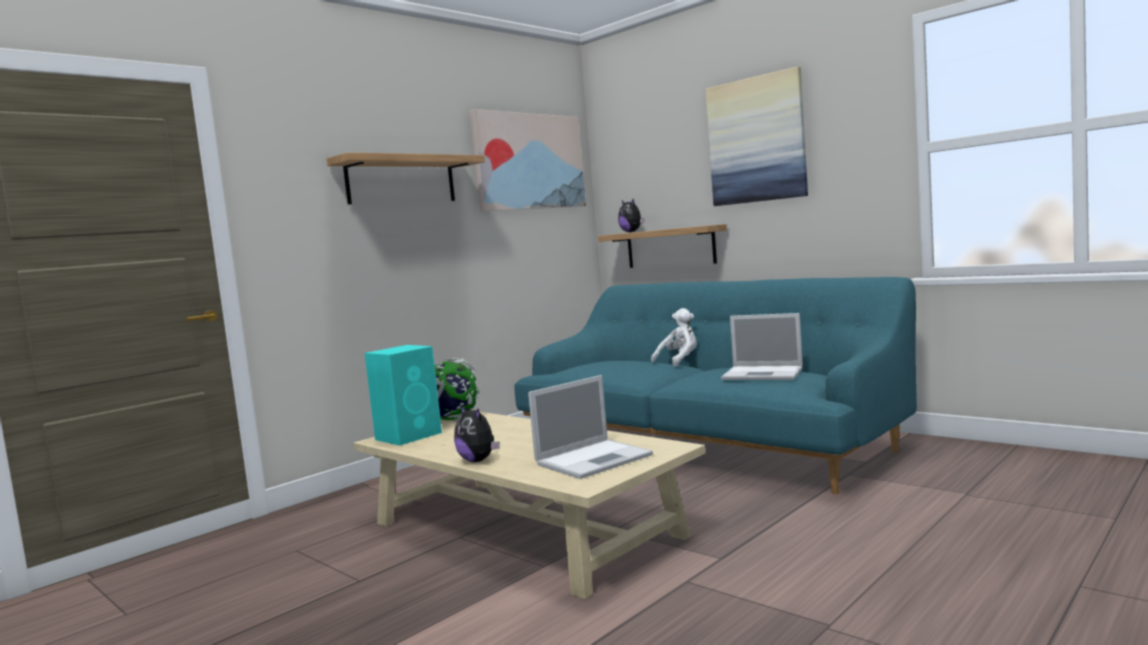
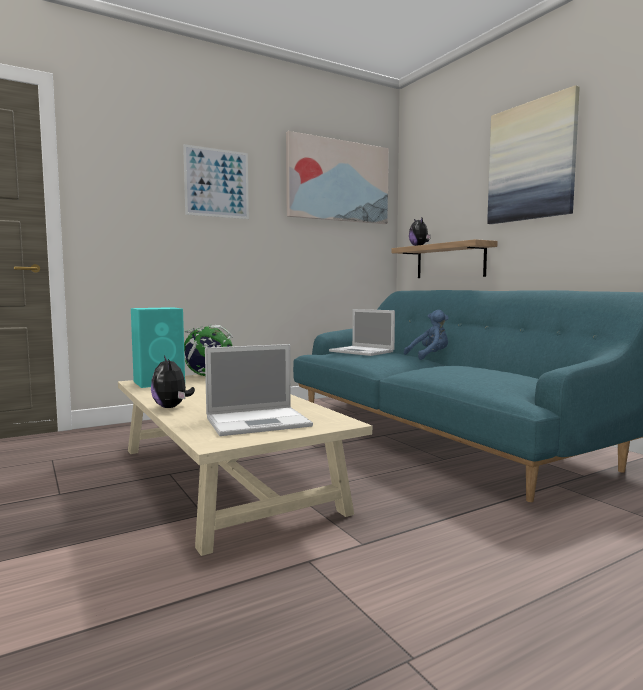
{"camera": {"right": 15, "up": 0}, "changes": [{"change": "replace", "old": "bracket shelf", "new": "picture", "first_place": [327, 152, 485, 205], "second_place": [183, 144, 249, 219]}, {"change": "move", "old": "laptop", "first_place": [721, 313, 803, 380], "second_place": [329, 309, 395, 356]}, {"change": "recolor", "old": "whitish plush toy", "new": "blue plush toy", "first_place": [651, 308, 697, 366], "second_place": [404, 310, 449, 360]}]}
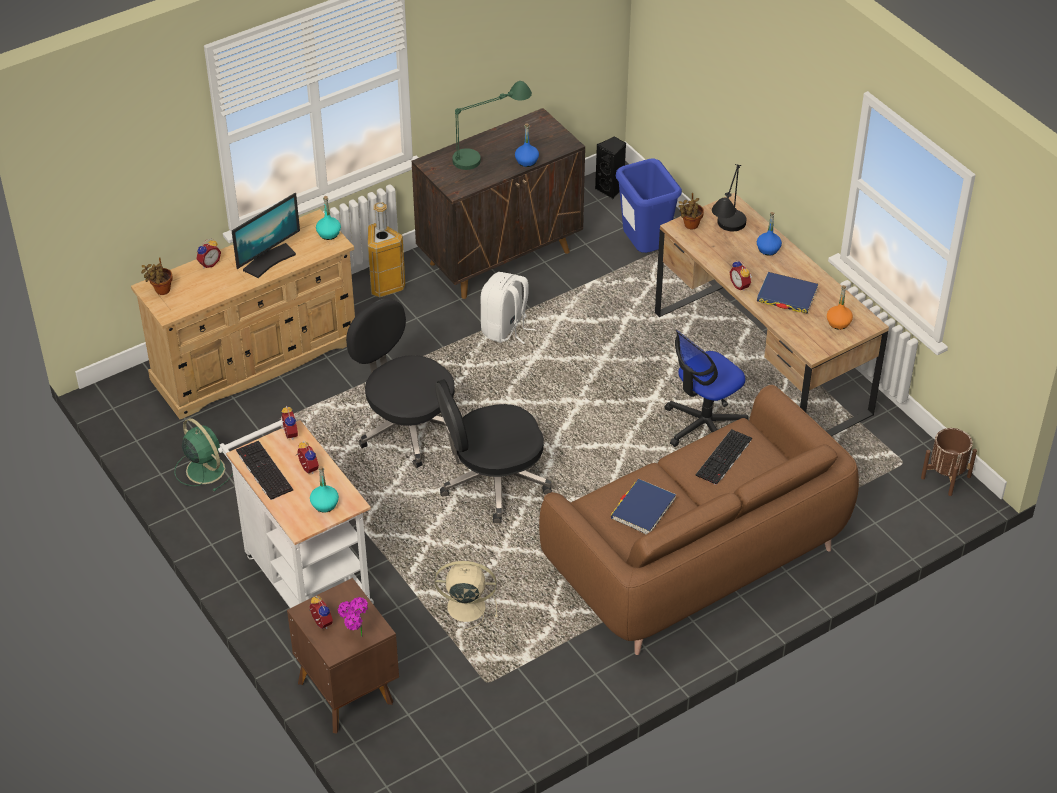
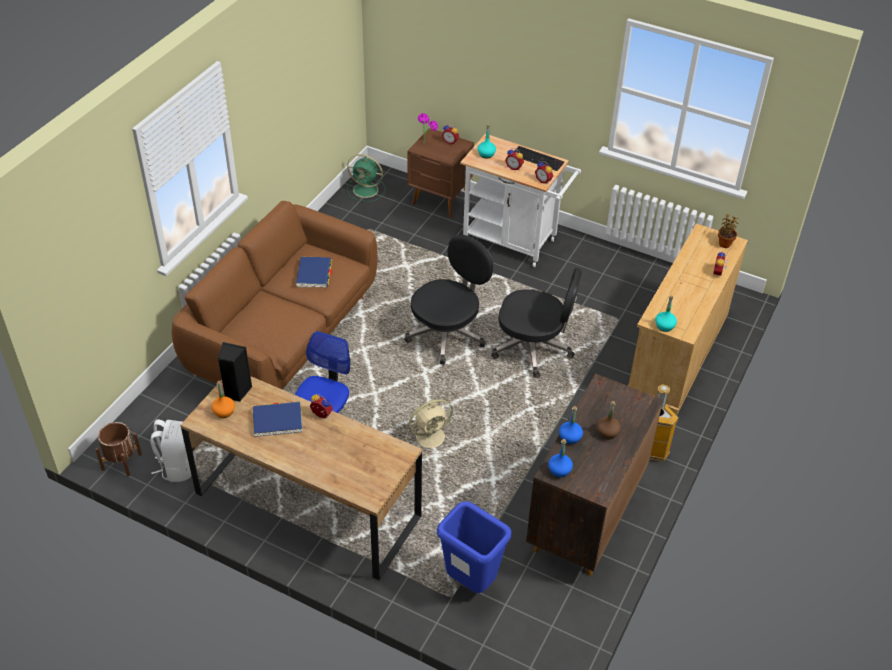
{"camera": {"right": 150, "up": 0}, "changes": [{"change": "move", "old": "whitish backpack", "first_place": [481, 272, 535, 344], "second_place": [150, 419, 196, 482]}, {"change": "move", "old": "blackish speaker", "first_place": [595, 136, 626, 199], "second_place": [218, 342, 252, 402]}, {"change": "move", "old": "green-coloured electric fan", "first_place": [175, 418, 233, 491], "second_place": [347, 154, 385, 202]}, {"change": "move", "old": "sand-coloured electric fan", "first_place": [435, 561, 498, 630], "second_place": [405, 399, 453, 454]}, {"change": "move", "old": "blue drink bottle", "first_place": [757, 212, 782, 255], "second_place": [548, 439, 573, 478]}, {"change": "replace", "old": "green-coloured tabletop lamp", "new": "brown-coloured drink bottle", "first_place": [452, 81, 532, 170], "second_place": [597, 401, 621, 439]}, {"change": "delete", "old": "computer display", "first_place": [232, 193, 300, 278]}, {"change": "delete", "old": "houseplant", "first_place": [678, 193, 704, 229]}, {"change": "delete", "old": "keyboard", "first_place": [695, 429, 752, 485]}, {"change": "delete", "old": "blackish tabletop lamp", "first_place": [712, 164, 746, 231]}]}
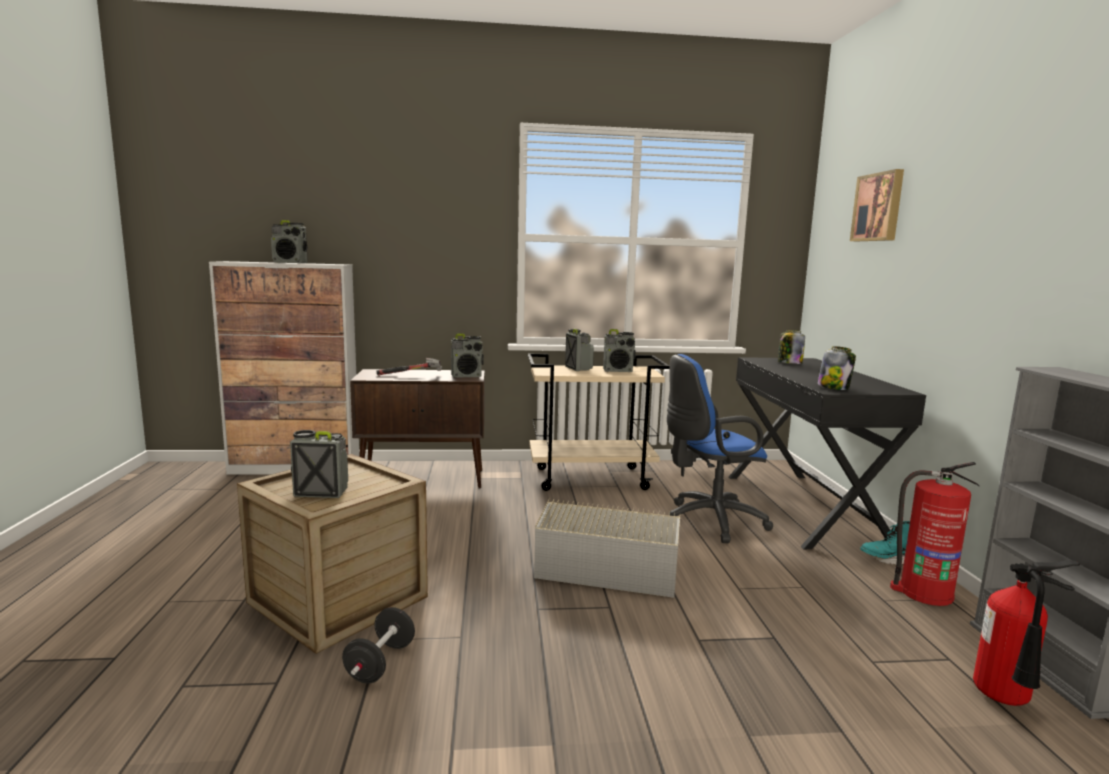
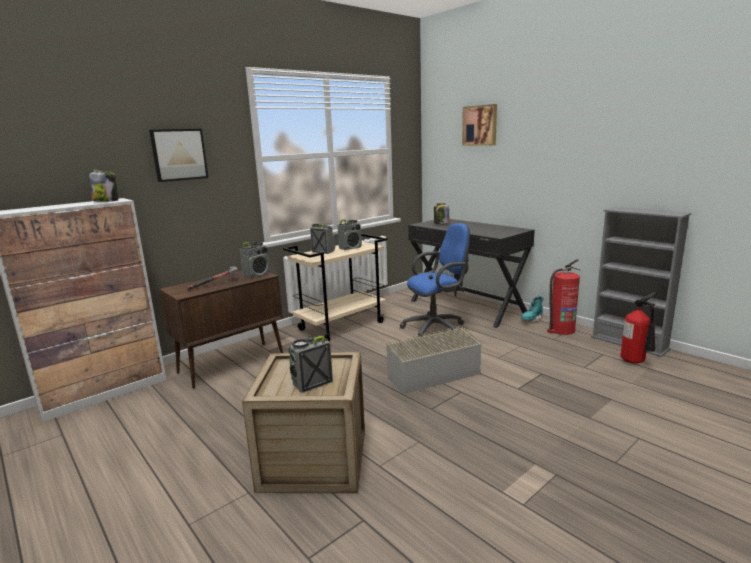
{"camera": {"right": -35, "up": 5}, "changes": [{"change": "move", "old": "storage jar", "first_place": [817, 346, 856, 390], "second_place": [89, 169, 118, 202]}, {"change": "insert", "new": "picture", "second_place": [149, 129, 208, 182]}, {"change": "rotate", "old": "blue computer chair", "first_place": [667, 354, 773, 543], "second_place": [400, 223, 470, 338], "degrees": -150}, {"change": "delete", "old": "radio receiver", "first_place": [271, 220, 308, 263]}, {"change": "delete", "old": "blackish dumbbell", "first_place": [342, 607, 415, 684]}]}
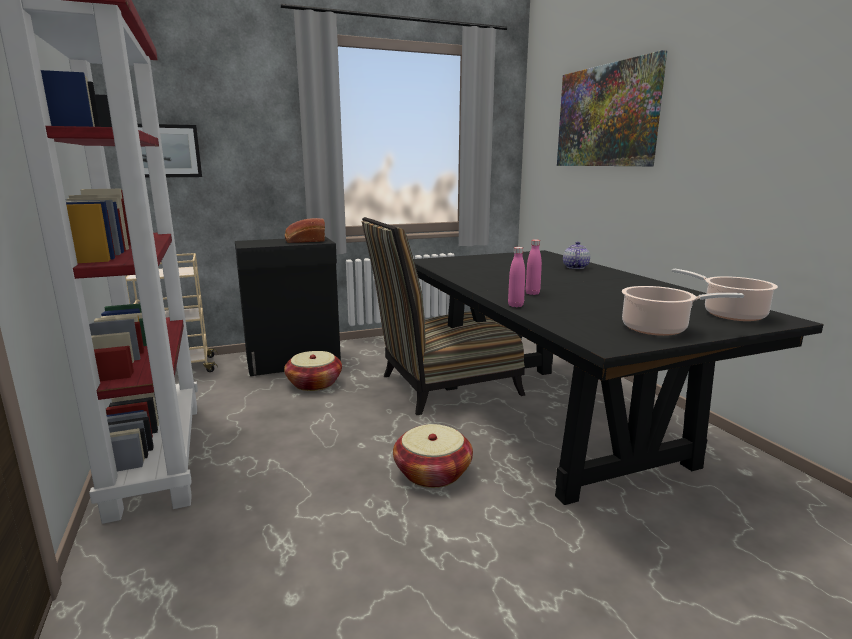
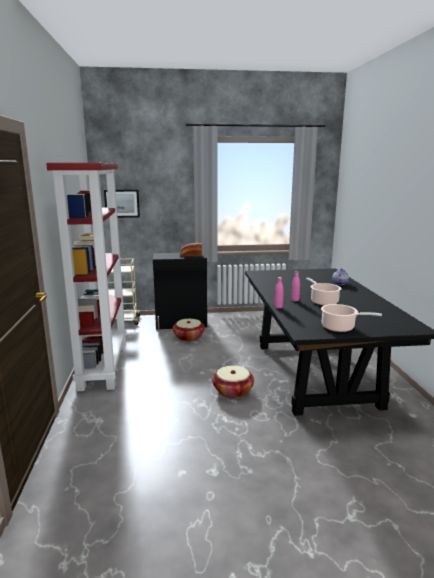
{"camera": {"right": 15, "up": 0}, "changes": [{"change": "move", "old": "cooking pot", "first_place": [672, 269, 778, 321], "second_place": [306, 278, 341, 305]}, {"change": "delete", "old": "plain chair", "first_place": [362, 217, 525, 415]}, {"change": "delete", "old": "picture", "first_place": [557, 50, 667, 166]}]}
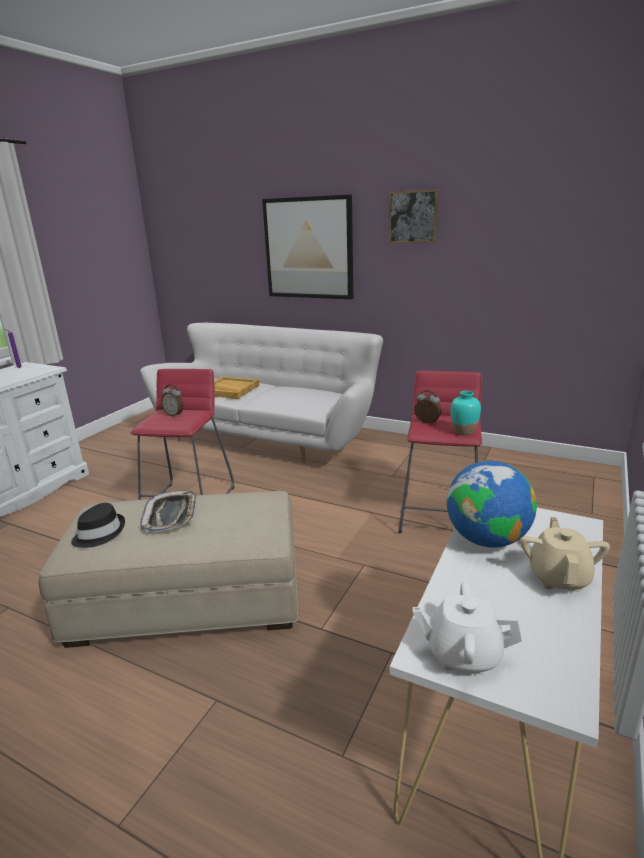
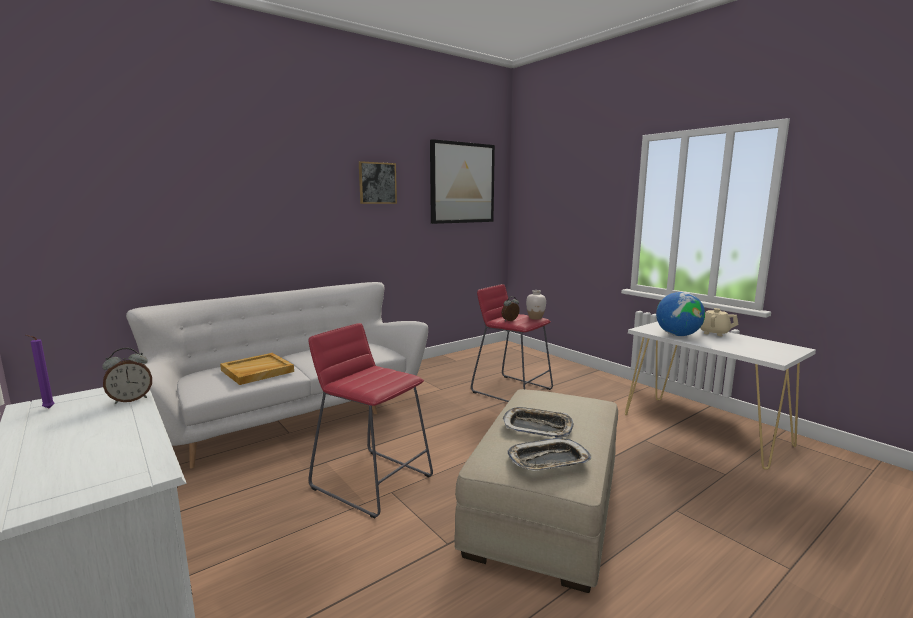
{"camera": {"right": -65, "up": -10}, "changes": [{"change": "move", "old": "bedside clock", "first_place": [161, 384, 184, 416], "second_place": [102, 348, 152, 404]}, {"change": "move", "old": "picture", "first_place": [262, 195, 353, 299], "second_place": [430, 139, 495, 224]}, {"change": "replace", "old": "blackish hat", "new": "carrying tray", "first_place": [71, 503, 125, 548], "second_place": [507, 438, 591, 471]}, {"change": "recolor", "old": "turquoise flower vase", "new": "whitish flower vase", "first_place": [450, 391, 481, 435], "second_place": [526, 290, 546, 320]}, {"change": "delete", "old": "whitish teapot", "first_place": [413, 582, 522, 675]}]}
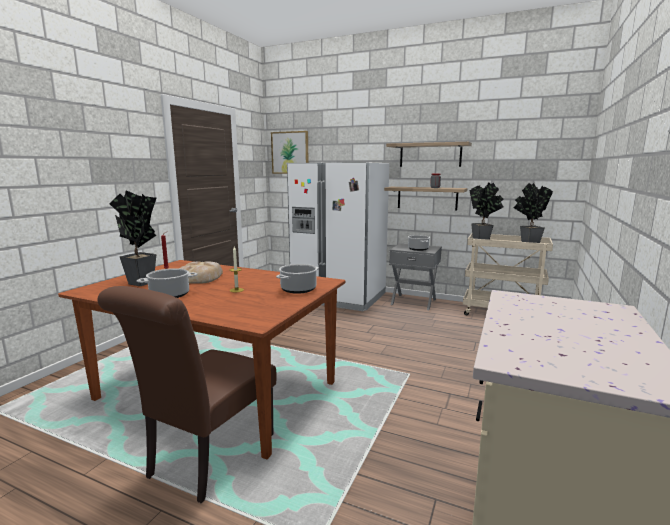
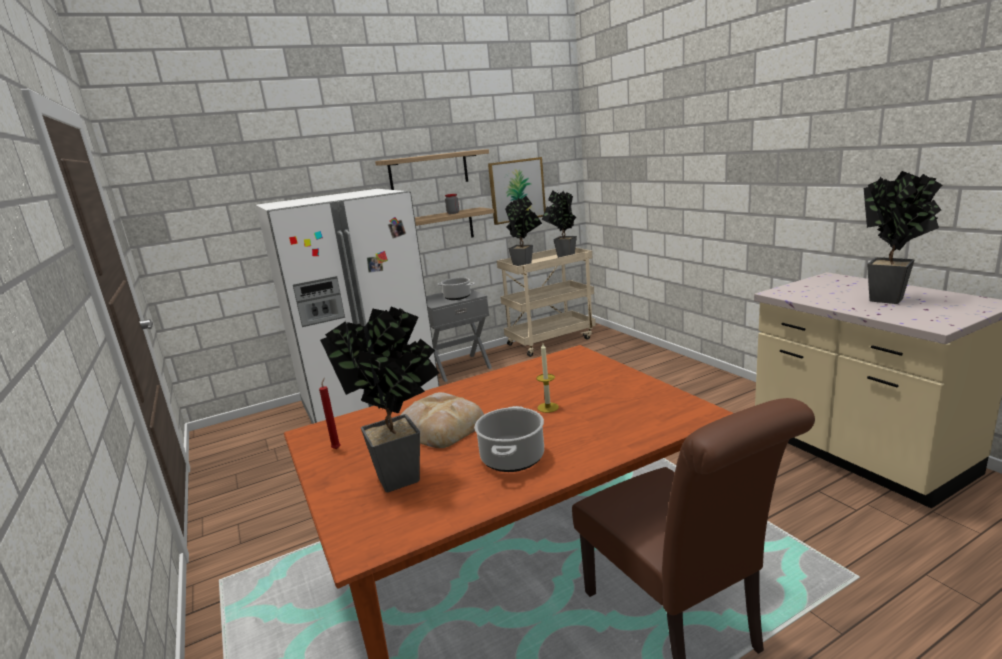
{"camera": {"right": -50, "up": 5}, "changes": [{"change": "move", "old": "picture", "first_place": [271, 131, 309, 174], "second_place": [488, 157, 546, 225]}, {"change": "insert", "new": "houseplant", "second_place": [864, 171, 942, 304]}, {"change": "delete", "old": "cooking pot", "first_place": [276, 264, 319, 294]}]}
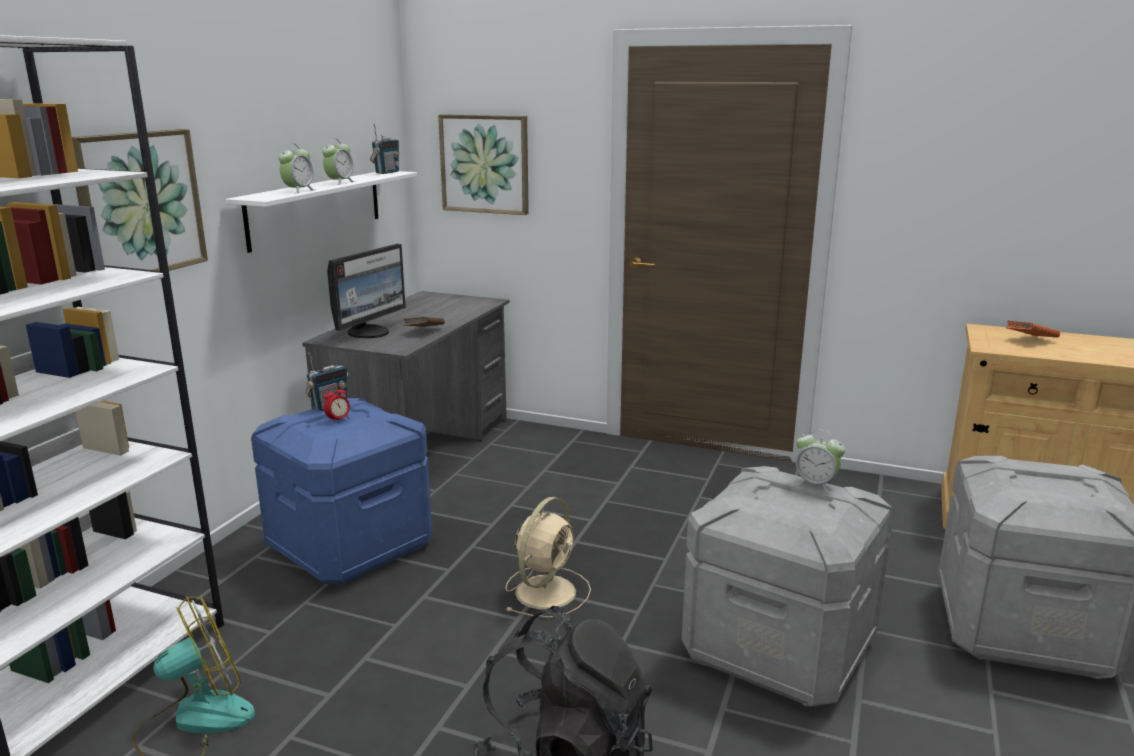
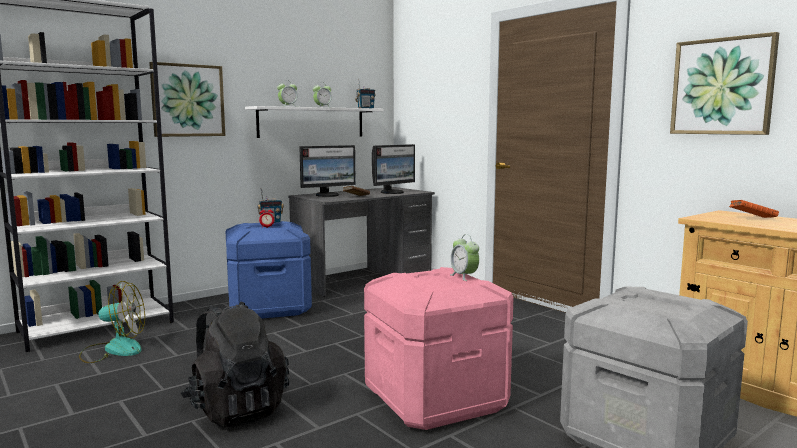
{"camera": {"right": 30, "up": -10}, "changes": [{"change": "recolor", "old": "grey storage container", "new": "pink storage container", "first_place": [682, 466, 894, 706], "second_place": [364, 267, 513, 430]}, {"change": "insert", "new": "computer display", "second_place": [372, 144, 415, 194]}, {"change": "move", "old": "picture", "first_place": [438, 114, 529, 215], "second_place": [670, 32, 779, 135]}, {"change": "delete", "old": "sand-coloured electric fan", "first_place": [505, 497, 591, 618]}]}
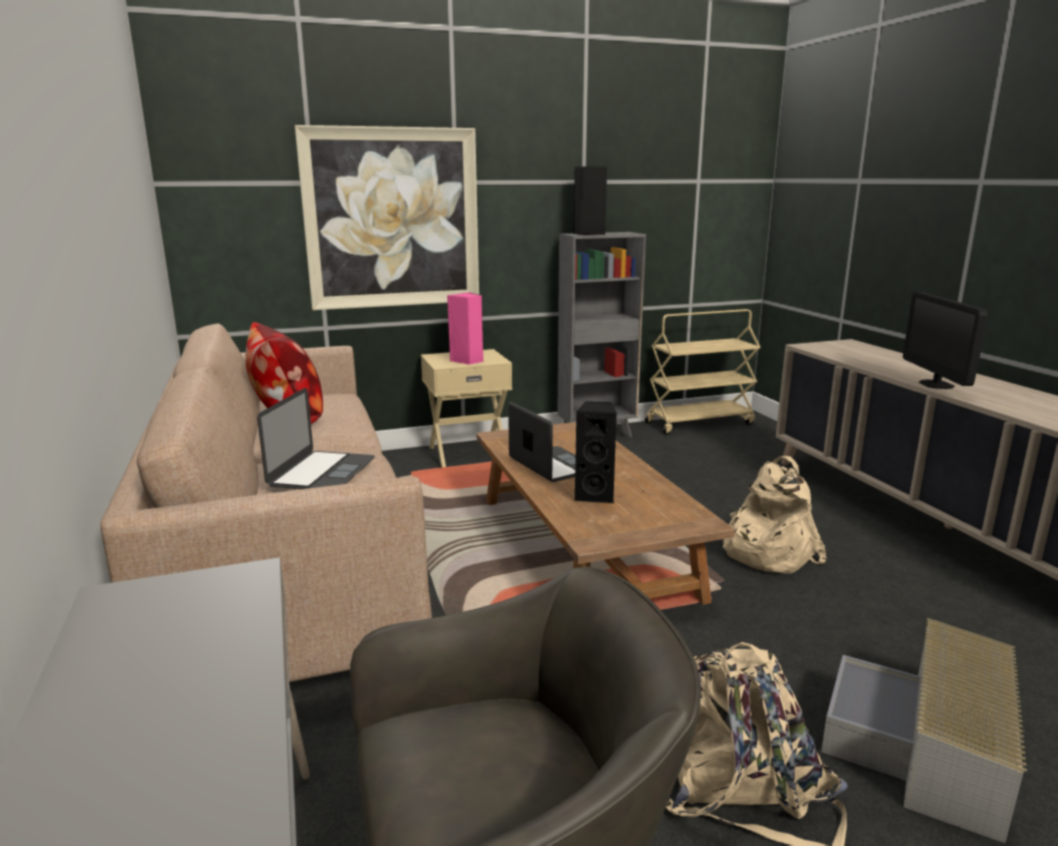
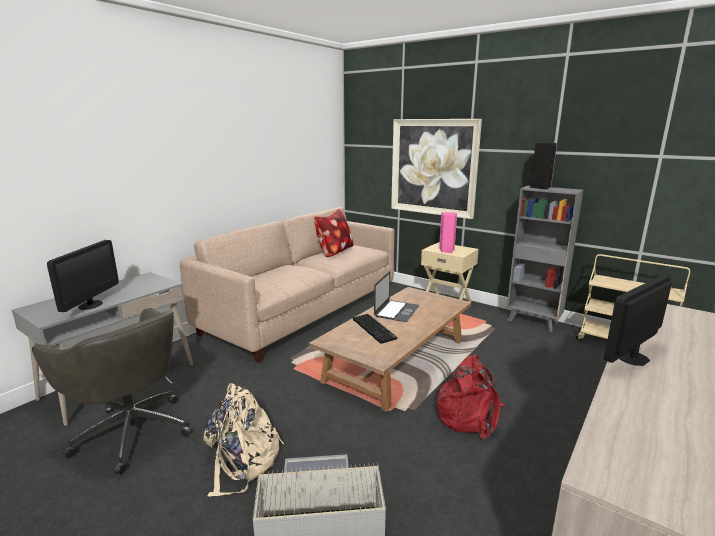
{"camera": {"right": 55, "up": 0}, "changes": [{"change": "insert", "new": "computer display", "second_place": [47, 240, 119, 312]}, {"change": "replace", "old": "blackish speaker", "new": "keyboard", "first_place": [574, 401, 617, 503], "second_place": [353, 314, 397, 344]}, {"change": "recolor", "old": "sand-coloured backpack", "new": "red-coloured backpack", "first_place": [722, 456, 826, 573], "second_place": [436, 355, 505, 439]}, {"change": "delete", "old": "laptop", "first_place": [257, 388, 375, 489]}]}
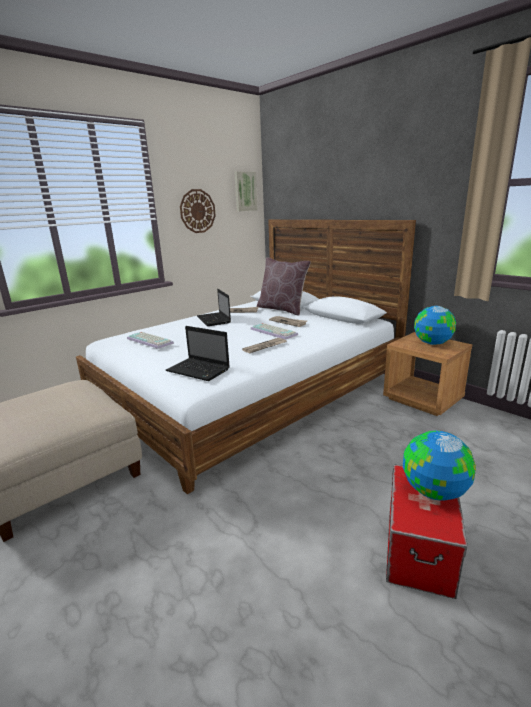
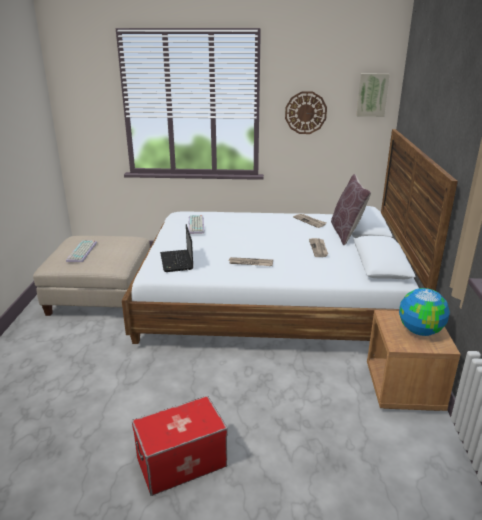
{"camera": {"right": 45, "up": 5}, "changes": [{"change": "move", "old": "keyboard", "first_place": [250, 323, 298, 340], "second_place": [66, 241, 97, 262]}, {"change": "delete", "old": "laptop", "first_place": [197, 289, 231, 326]}, {"change": "delete", "old": "world globe", "first_place": [403, 431, 476, 501]}]}
